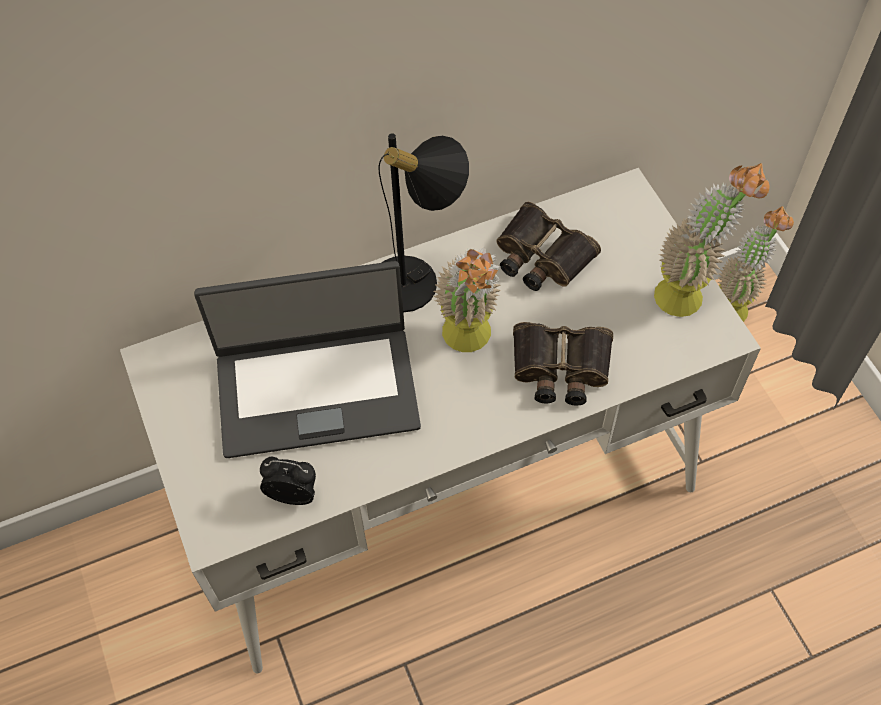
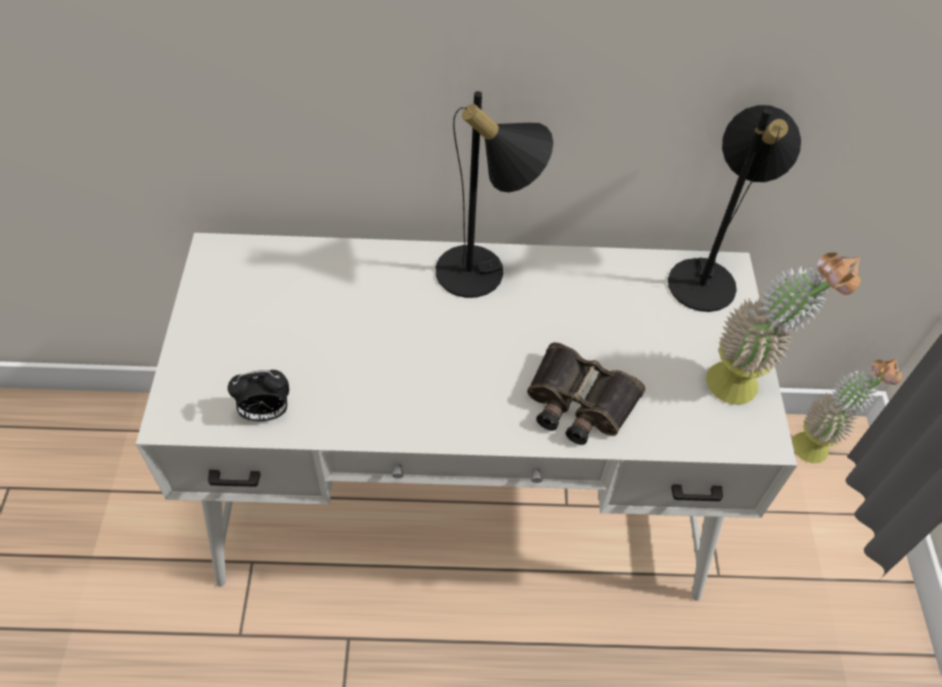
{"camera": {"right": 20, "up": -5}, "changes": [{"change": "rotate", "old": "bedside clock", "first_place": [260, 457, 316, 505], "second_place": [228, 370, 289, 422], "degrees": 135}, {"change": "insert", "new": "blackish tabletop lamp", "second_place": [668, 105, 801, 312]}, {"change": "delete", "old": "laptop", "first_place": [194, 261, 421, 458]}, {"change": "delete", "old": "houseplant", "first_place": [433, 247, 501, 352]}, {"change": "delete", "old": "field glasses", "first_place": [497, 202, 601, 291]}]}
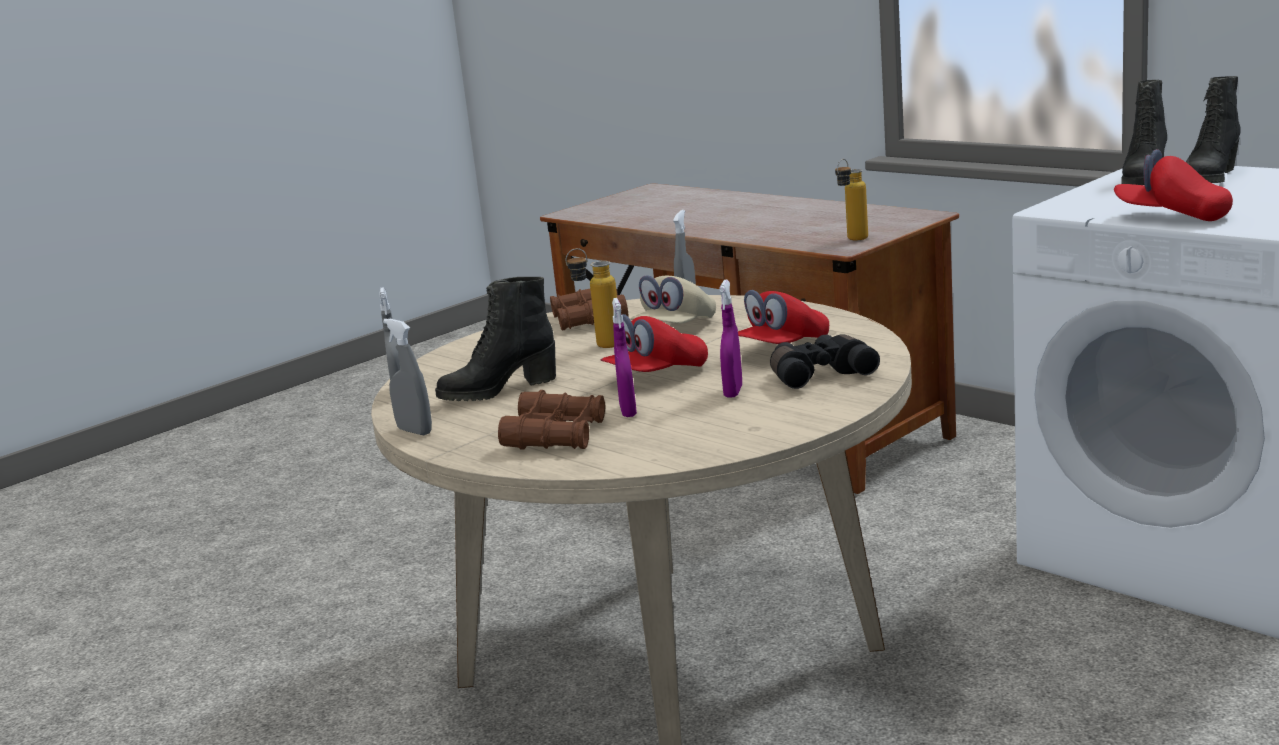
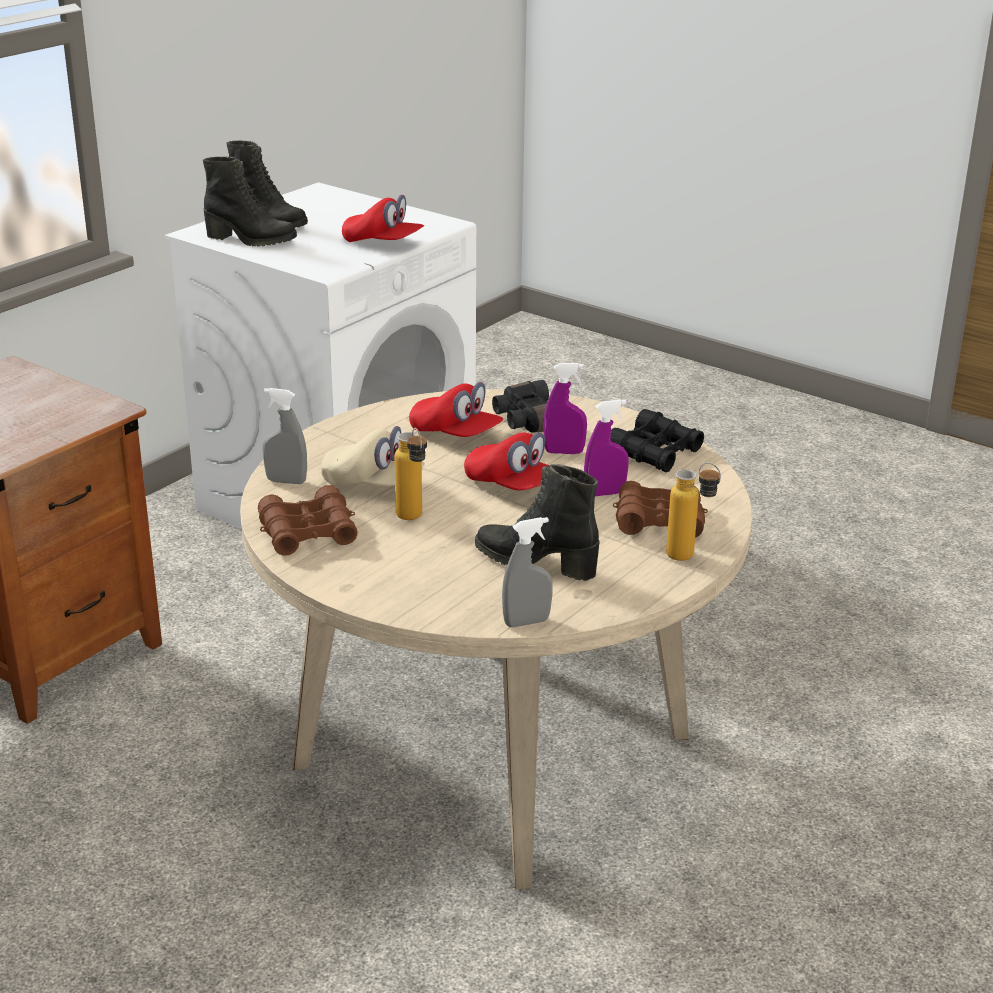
{"camera": {"right": -100, "up": 10}, "changes": [{"change": "rotate", "old": "red-coloured peaked cap", "first_place": [1114, 149, 1233, 221], "second_place": [342, 195, 424, 242], "degrees": -90}, {"change": "rotate", "old": "blackish tall boot", "first_place": [435, 277, 556, 401], "second_place": [475, 464, 600, 581], "degrees": 150}, {"change": "insert", "new": "blackish field glasses", "second_place": [610, 409, 704, 472]}, {"change": "move", "old": "drink bottle", "first_place": [835, 159, 868, 241], "second_place": [666, 462, 721, 561]}, {"change": "delete", "old": "grey spray bottle", "first_place": [383, 319, 432, 435]}]}
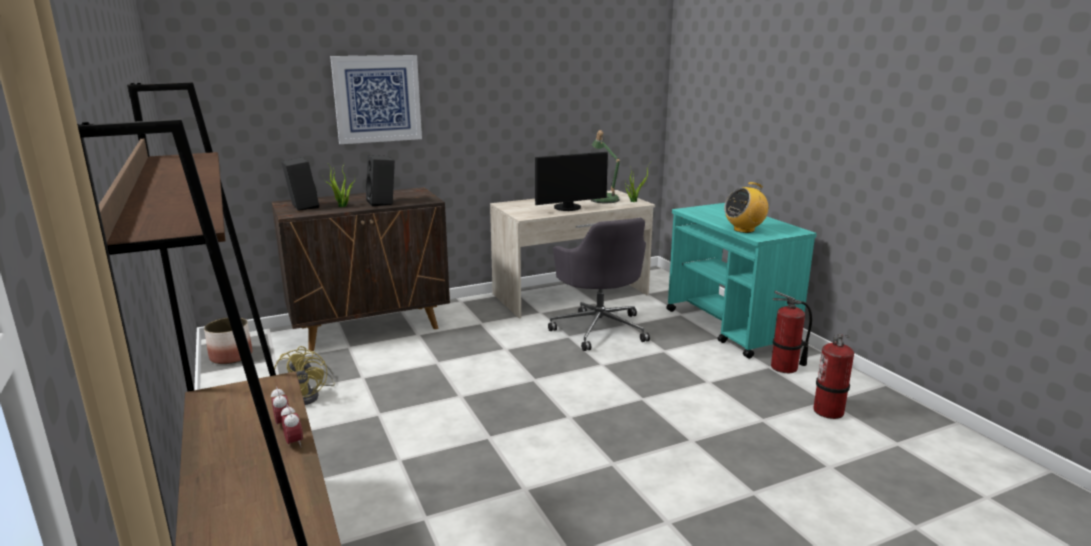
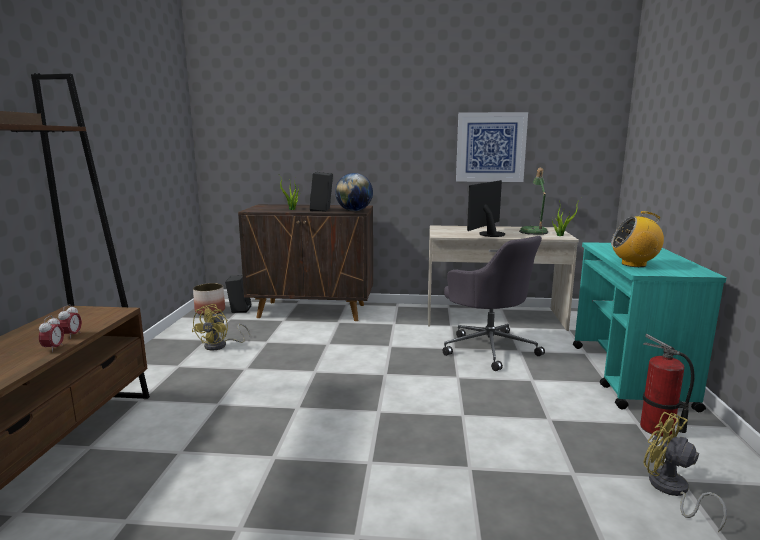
{"camera": {"right": 30, "up": -5}, "changes": [{"change": "move", "old": "blackish speaker", "first_place": [281, 157, 319, 211], "second_place": [225, 275, 252, 313]}, {"change": "insert", "new": "world globe", "second_place": [335, 173, 373, 211]}, {"change": "rotate", "old": "grey computer chair", "first_place": [548, 218, 650, 351], "second_place": [443, 236, 545, 371], "degrees": -45}, {"change": "move", "old": "picture", "first_place": [330, 55, 422, 144], "second_place": [456, 112, 528, 182]}, {"change": "rotate", "old": "computer display", "first_place": [535, 152, 608, 211], "second_place": [467, 180, 505, 237], "degrees": 120}, {"change": "replace", "old": "fire extinguisher", "new": "yellow electric fan", "first_place": [813, 333, 854, 419], "second_place": [643, 412, 727, 532]}]}
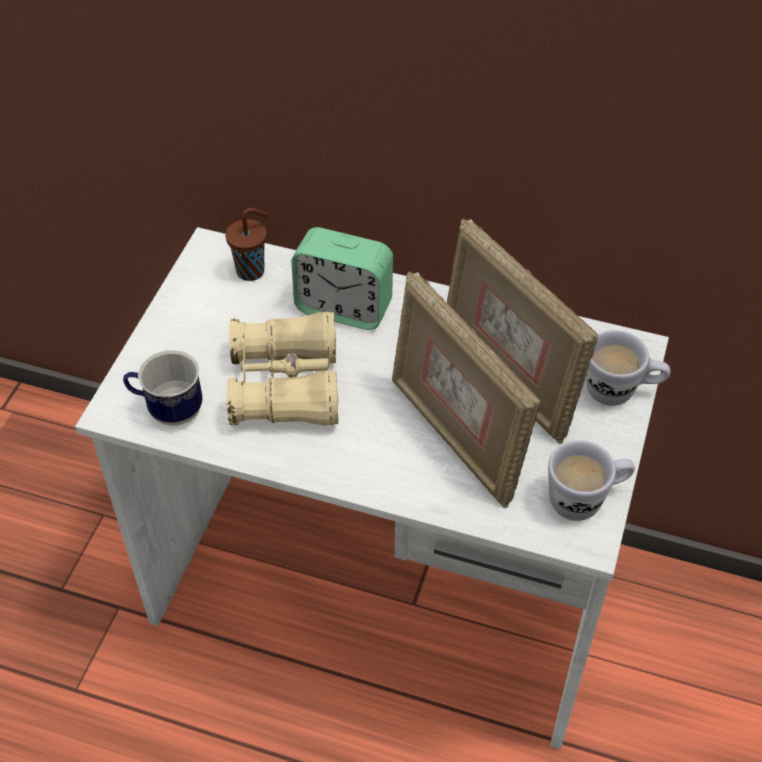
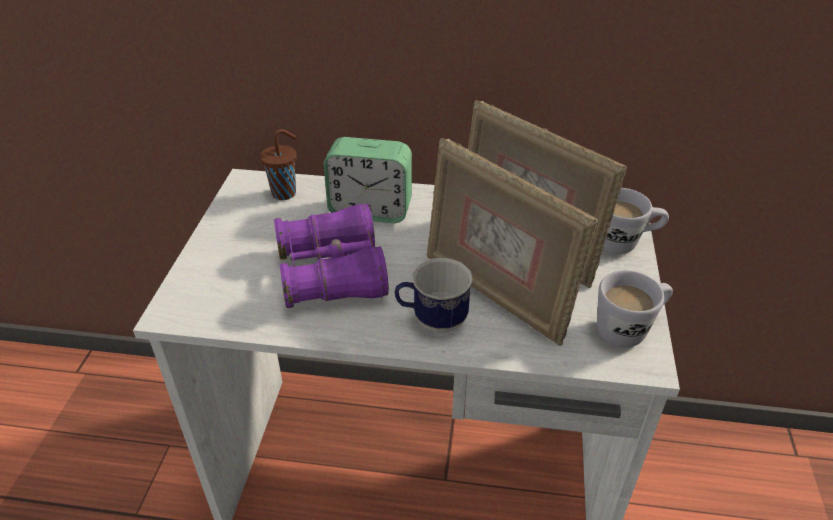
{"camera": {"right": -10, "up": -10}, "changes": [{"change": "recolor", "old": "sand-coloured field glasses", "new": "purple-coloured field glasses", "first_place": [227, 312, 338, 426], "second_place": [274, 204, 389, 308]}, {"change": "move", "old": "mug", "first_place": [123, 350, 203, 425], "second_place": [395, 258, 473, 333]}]}
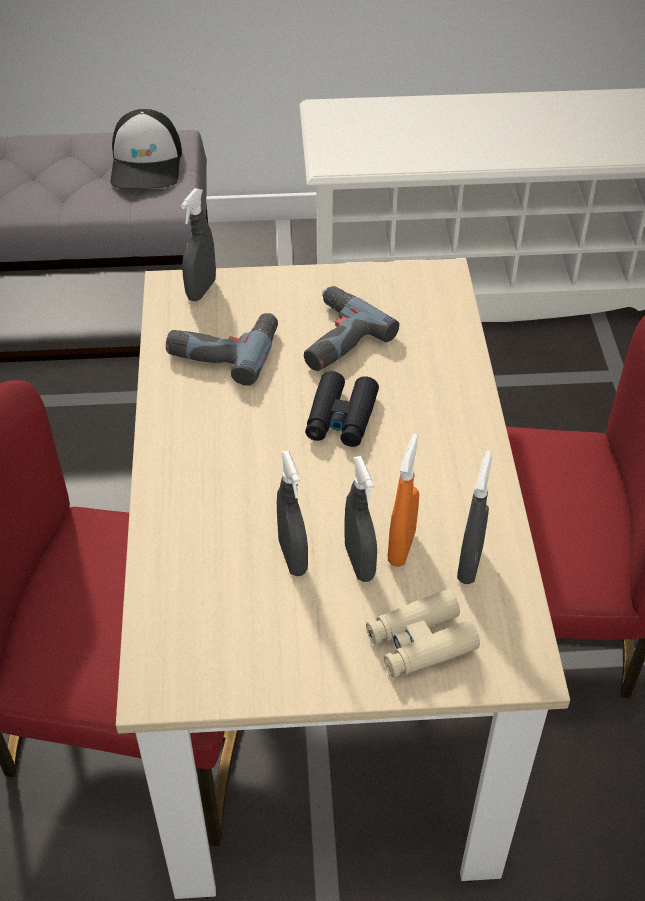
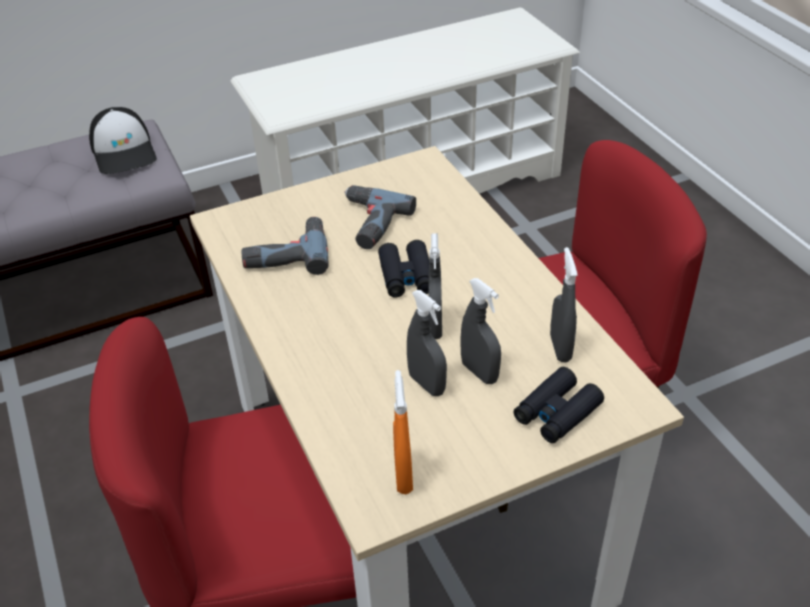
{"camera": {"right": -20, "up": -5}, "changes": [{"change": "move", "old": "orange-coloured spray bottle", "first_place": [388, 434, 419, 567], "second_place": [393, 370, 413, 494]}, {"change": "move", "old": "grey spray bottle", "first_place": [181, 188, 216, 301], "second_place": [429, 233, 442, 339]}, {"change": "recolor", "old": "sand-coloured field glasses", "new": "blackish field glasses", "first_place": [366, 589, 480, 678], "second_place": [513, 367, 604, 443]}]}
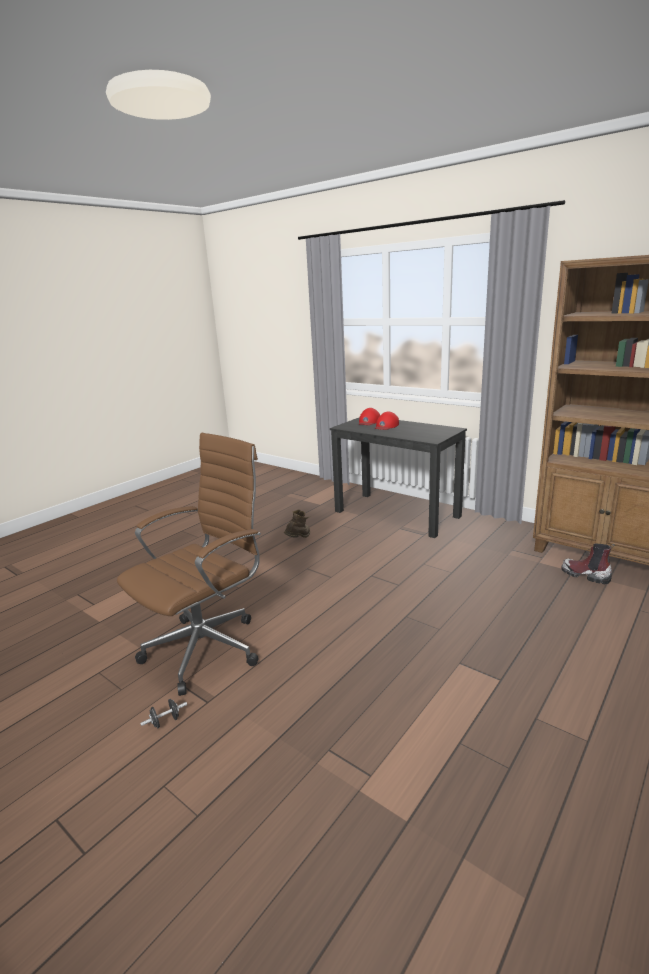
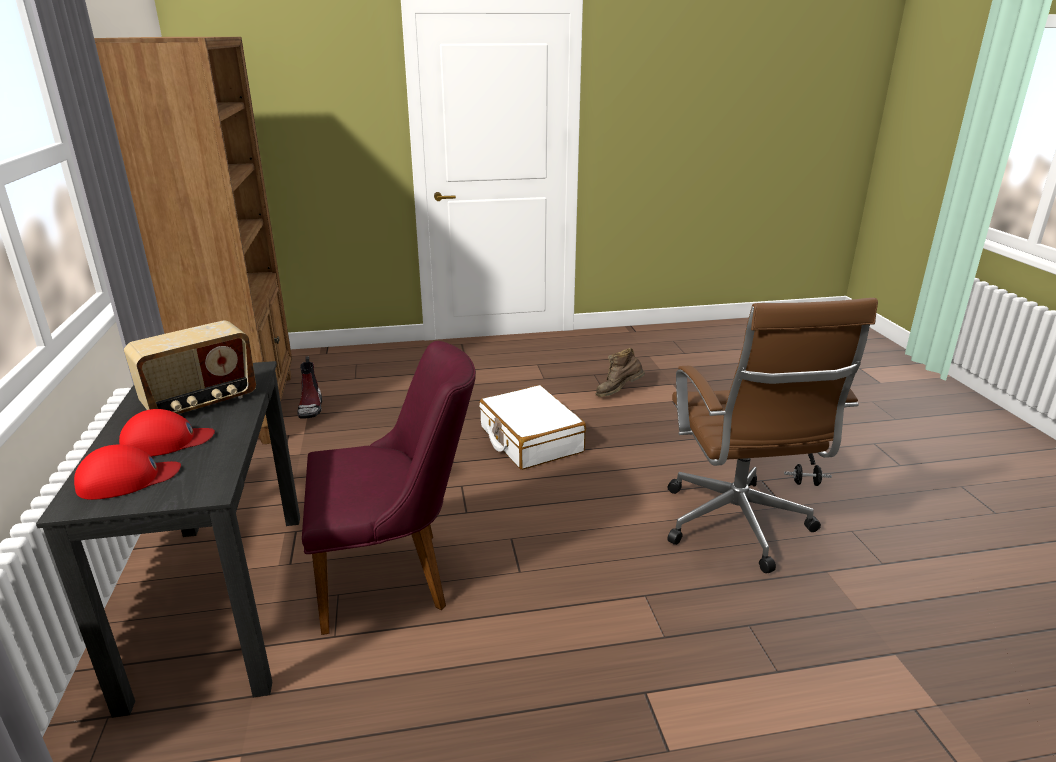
{"camera": {"right": -140, "up": 5}, "changes": [{"change": "insert", "new": "radio receiver", "second_place": [124, 320, 256, 414]}, {"change": "insert", "new": "purple-coloured plain chair", "second_place": [302, 341, 476, 635]}, {"change": "insert", "new": "whitish travel case", "second_place": [479, 385, 586, 470]}, {"change": "move", "old": "brown-coloured tall boot", "first_place": [284, 509, 310, 538], "second_place": [595, 348, 645, 397]}, {"change": "rotate", "old": "brown-coloured computer chair", "first_place": [117, 433, 261, 696], "second_place": [668, 298, 878, 573], "degrees": -90}]}
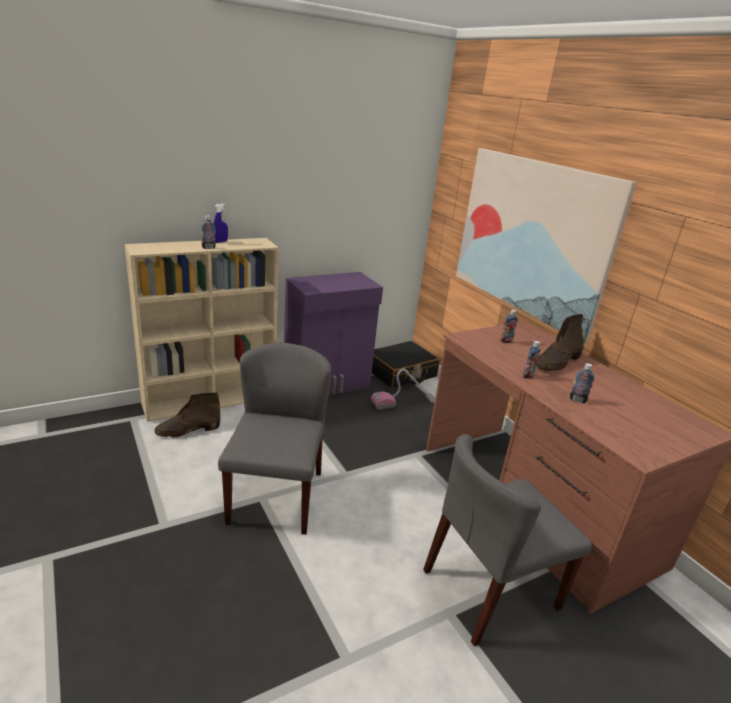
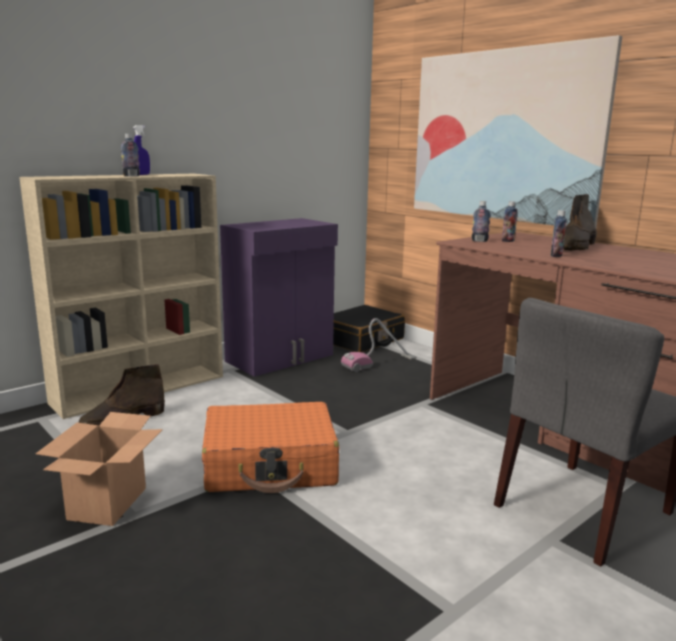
{"camera": {"right": -10, "up": -10}, "changes": [{"change": "insert", "new": "packing box", "second_place": [36, 412, 163, 526]}, {"change": "replace", "old": "grey plain chair", "new": "orange-coloured travel case", "first_place": [218, 343, 331, 535], "second_place": [202, 402, 339, 493]}, {"change": "move", "old": "drink bottle", "first_place": [570, 363, 594, 403], "second_place": [471, 201, 491, 242]}]}
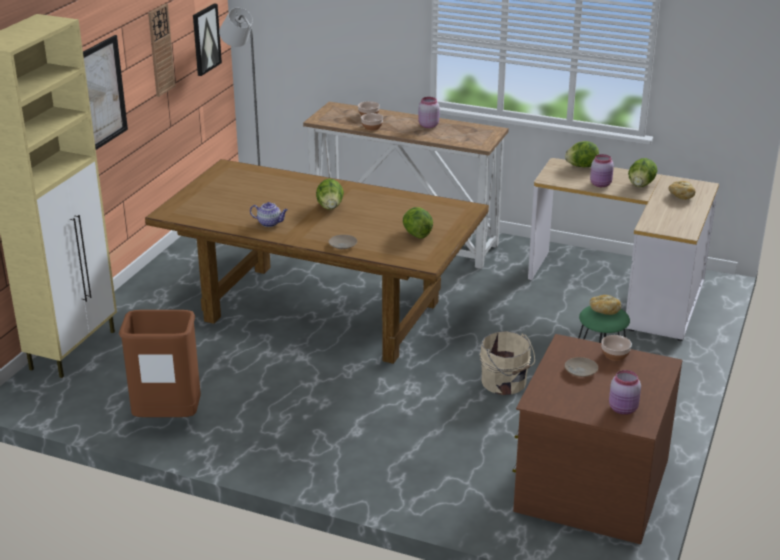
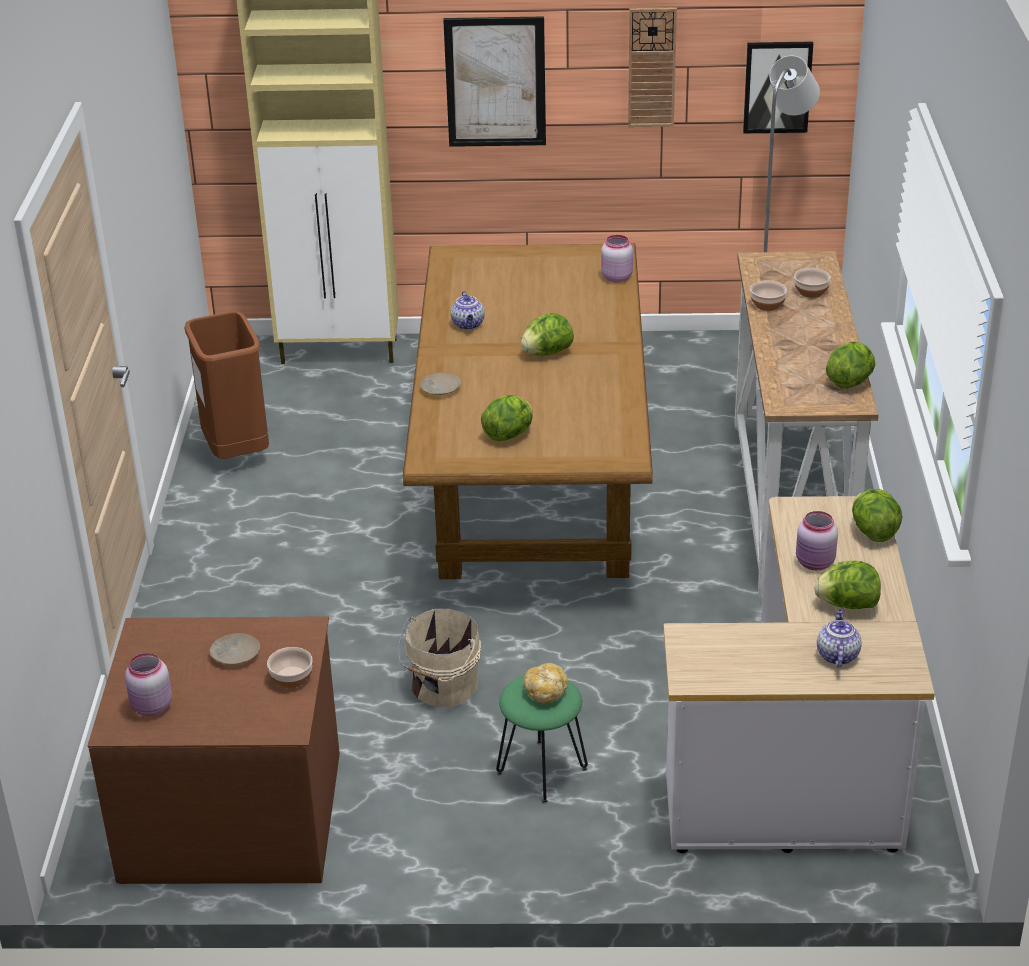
{"camera": {"right": 70, "up": 5}, "changes": [{"change": "move", "old": "pink storage jar", "first_place": [418, 97, 440, 128], "second_place": [601, 235, 633, 283]}, {"change": "replace", "old": "bread", "new": "teapot", "first_place": [668, 181, 696, 200], "second_place": [817, 609, 862, 668]}, {"change": "insert", "new": "lettuce head", "second_place": [826, 342, 875, 389]}]}
